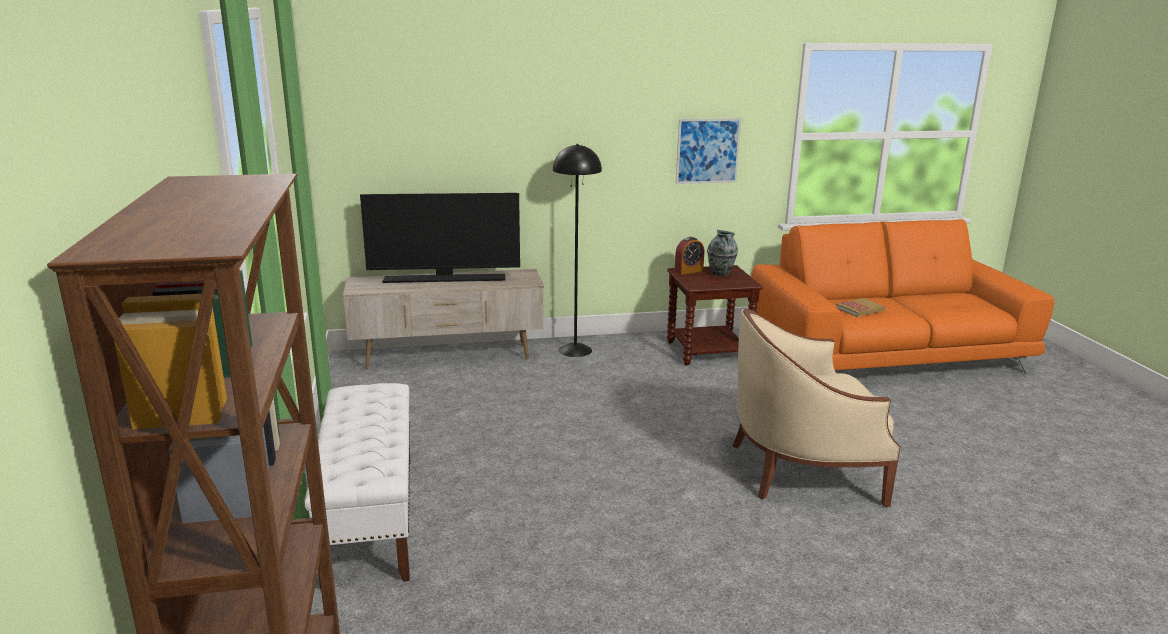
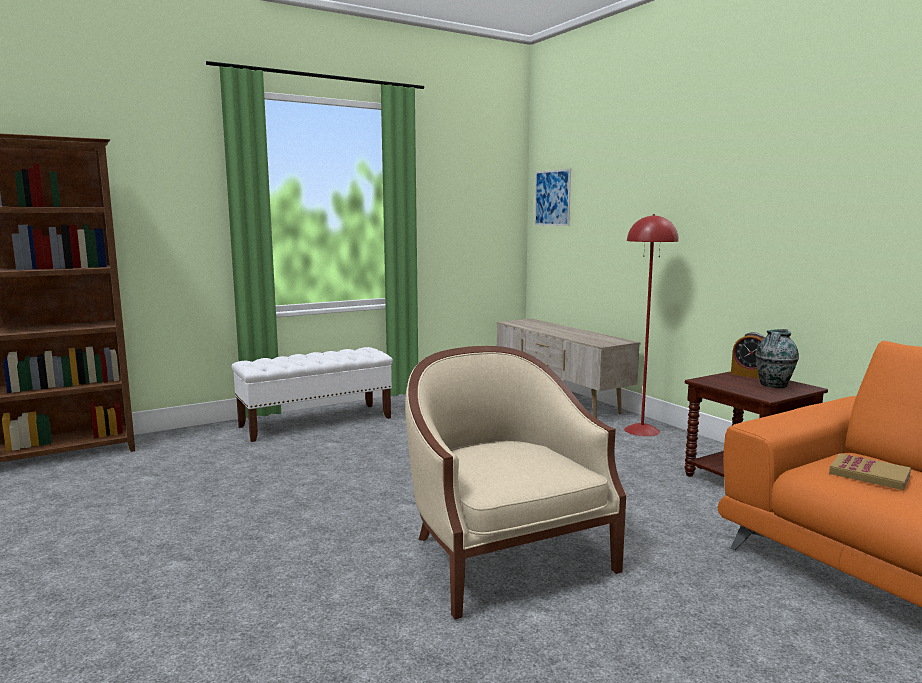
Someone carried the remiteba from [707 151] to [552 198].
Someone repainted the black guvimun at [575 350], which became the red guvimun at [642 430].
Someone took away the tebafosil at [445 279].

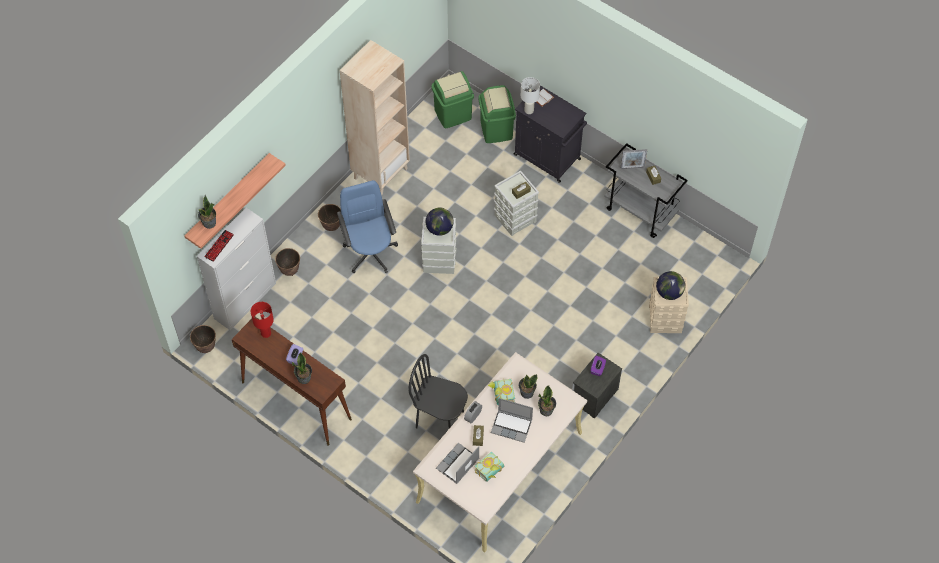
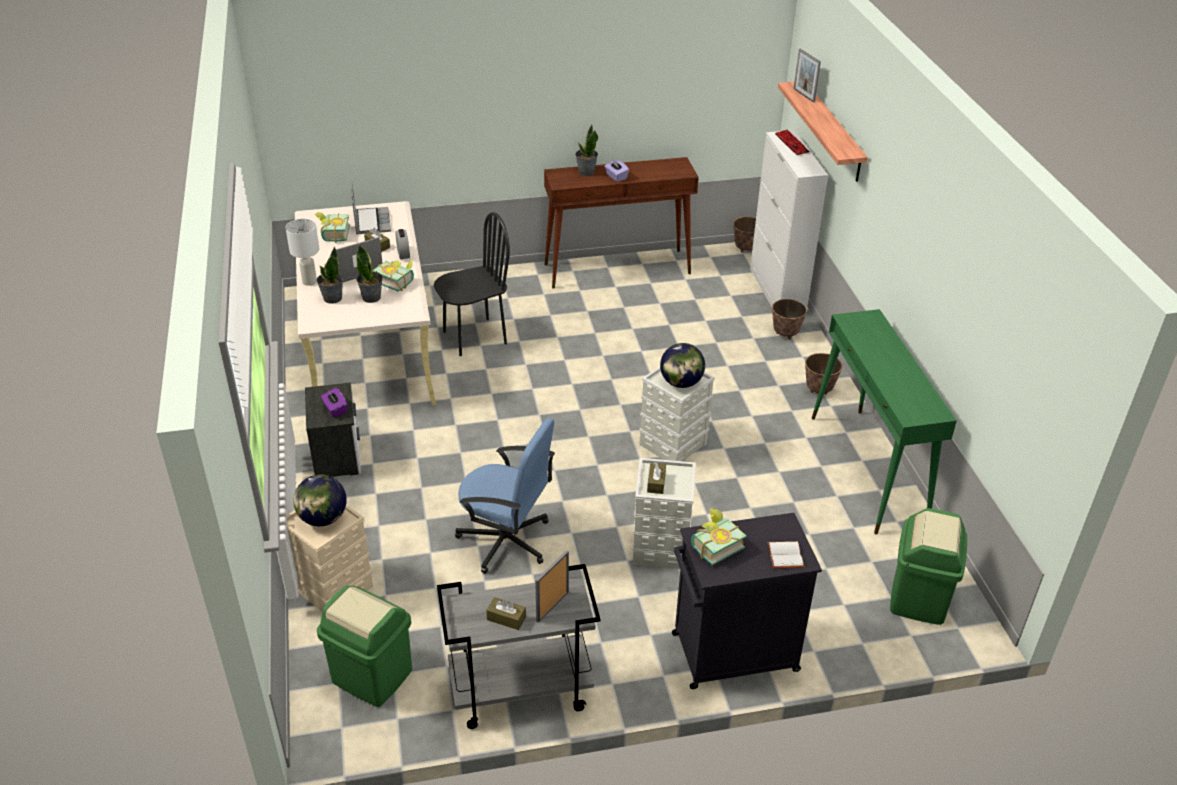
Someone swapped the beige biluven at [380 173] for the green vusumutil at [868 470].
Someone carried the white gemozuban from [529 110] to [309 281].
Someone carried the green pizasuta from [496 130] to [371 676].
Someone carried the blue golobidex from [370 252] to [506 541].
Someone swapped the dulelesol at [209 223] for the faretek at [804 95].
Someone took away the red gemozuban at [266 333].
Someone put down the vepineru at [714 545].

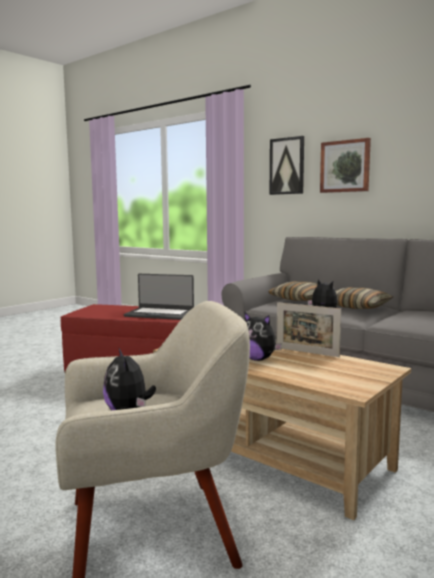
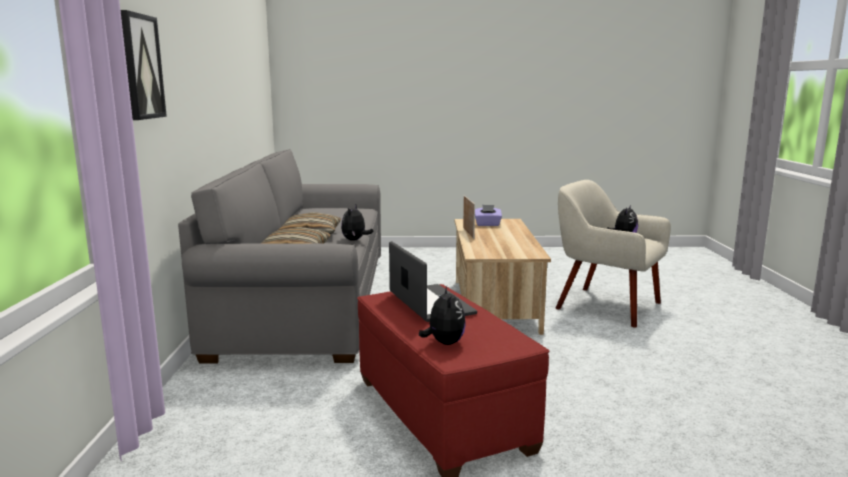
Someone took away the remiteba at [345 166].
Someone carried the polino from [258 359] to [444 343].
Someone put down the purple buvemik at [487 224].

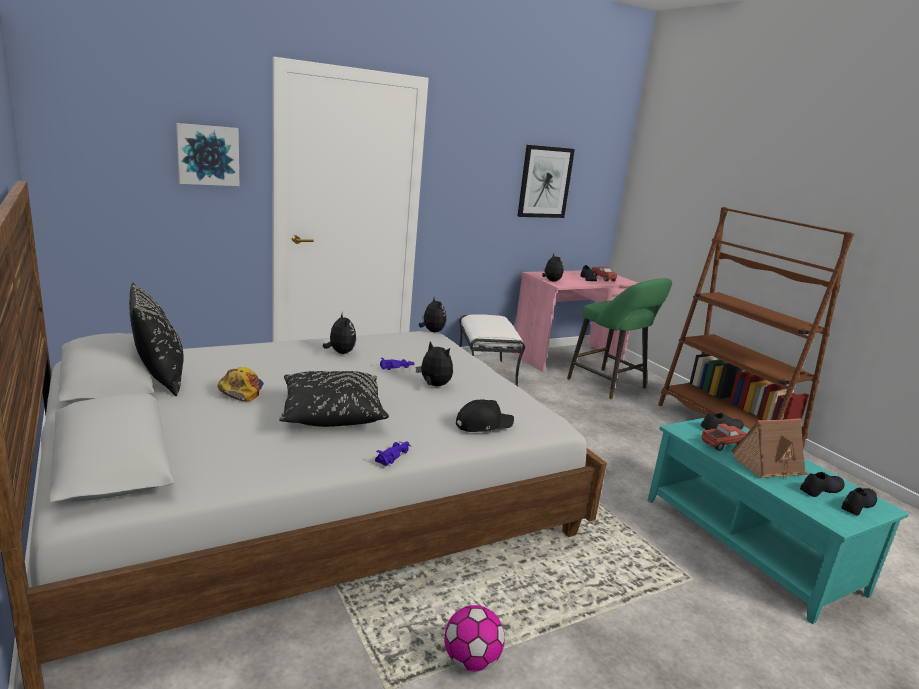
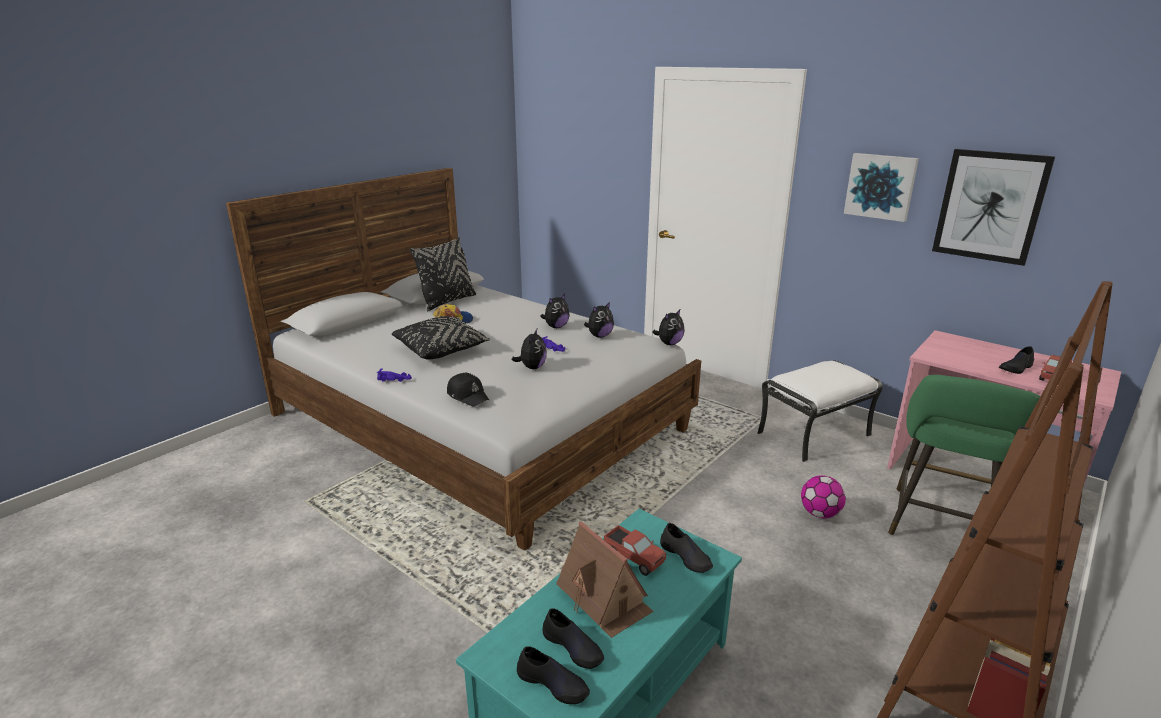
Someone carried the remiteba from [208 155] to [880 186].
Someone carried the polino from [551 281] to [599 336].
Someone carried the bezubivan from [471 660] to [820 514].

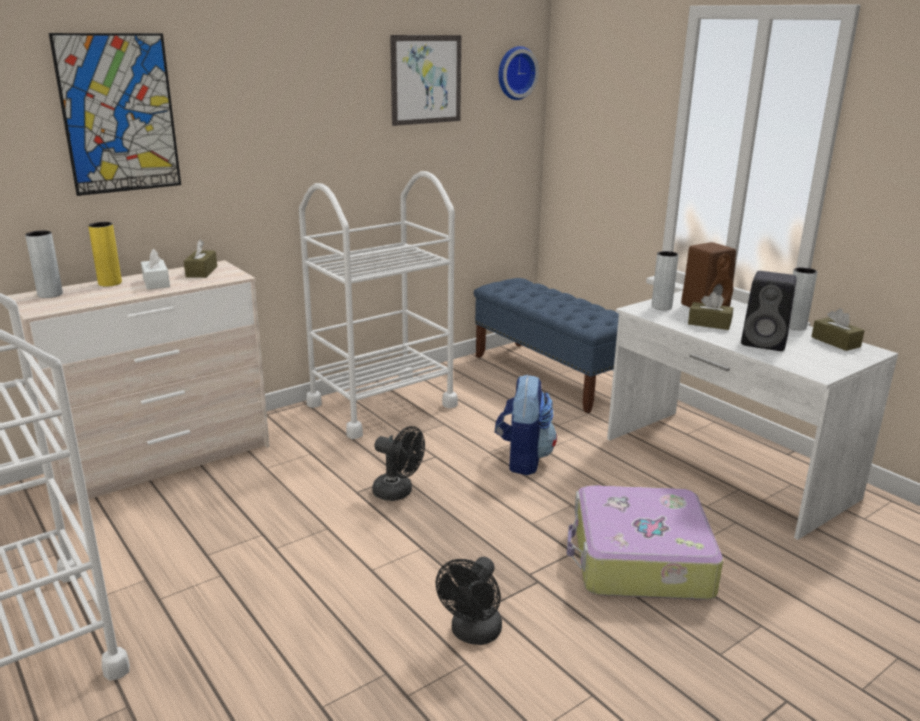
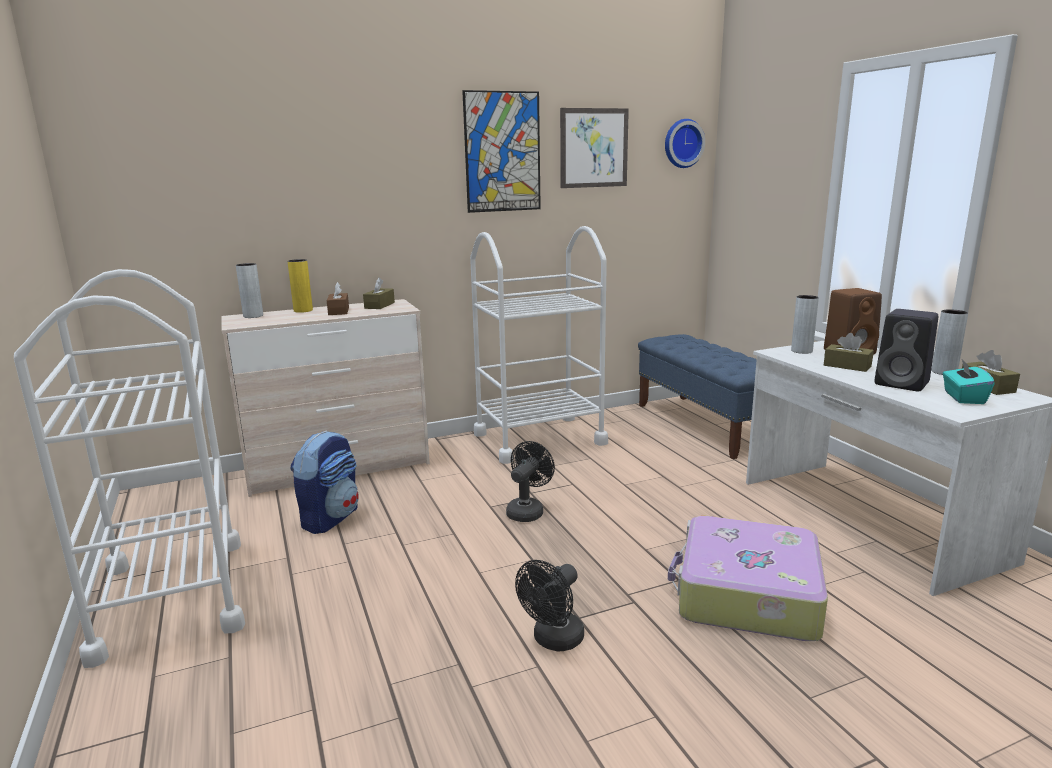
Someone carried the remiteba from [119 114] to [502 152].
Someone repainted the white buvemik at [156 282], which became the brown buvemik at [338 311].
Someone carried the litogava from [523 459] to [330 518].
Someone rotated the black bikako at [398 493] by 105 degrees counterclockwise.
Someone put down the turquoise buvemik at [963 398].

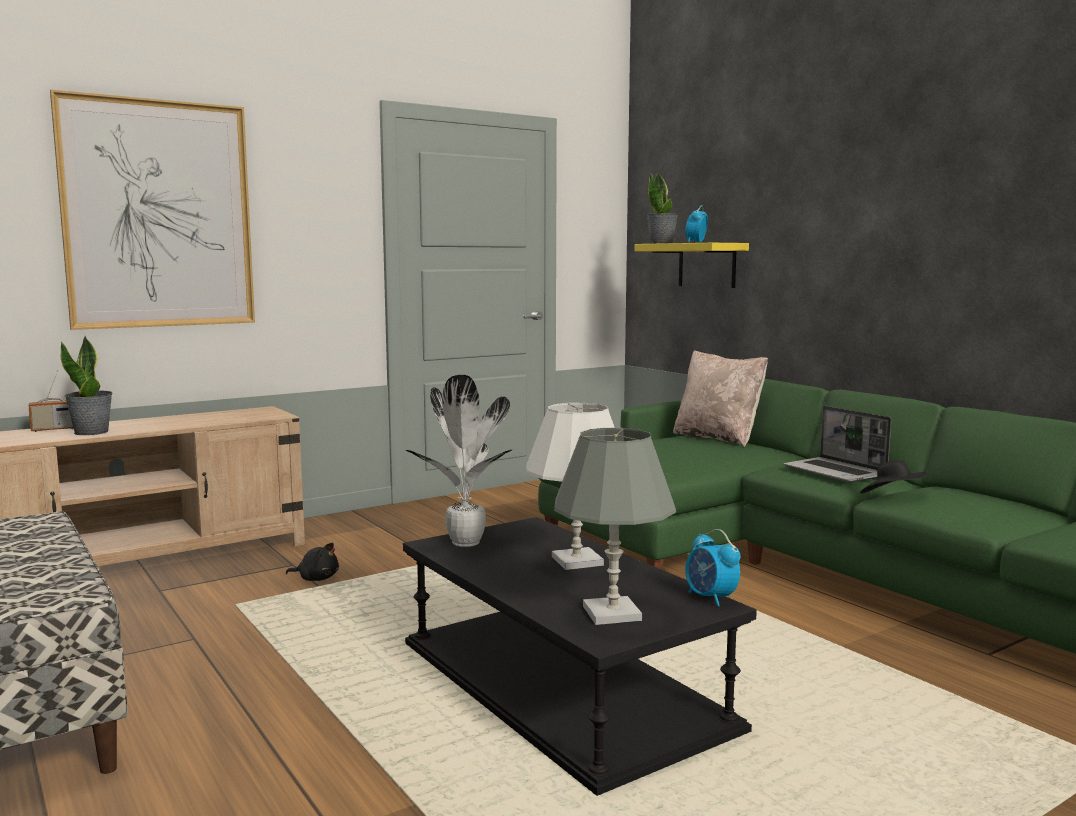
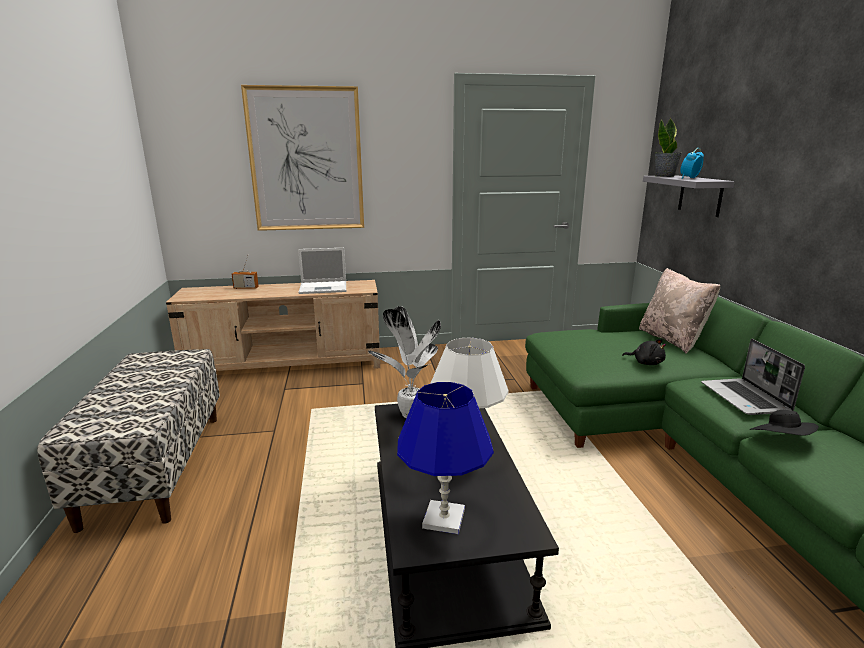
Someone repainted the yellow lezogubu at [707 265], which became the grey lezogubu at [700 195].
Someone took away the dulelesol at [92 432].
Someone repainted the grey gemozuban at [612 613], which became the blue gemozuban at [444 519].
Someone took away the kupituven at [710 598].
Someone carried the black polino from [316 578] to [646 363].
Someone put down the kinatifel at [324 288].

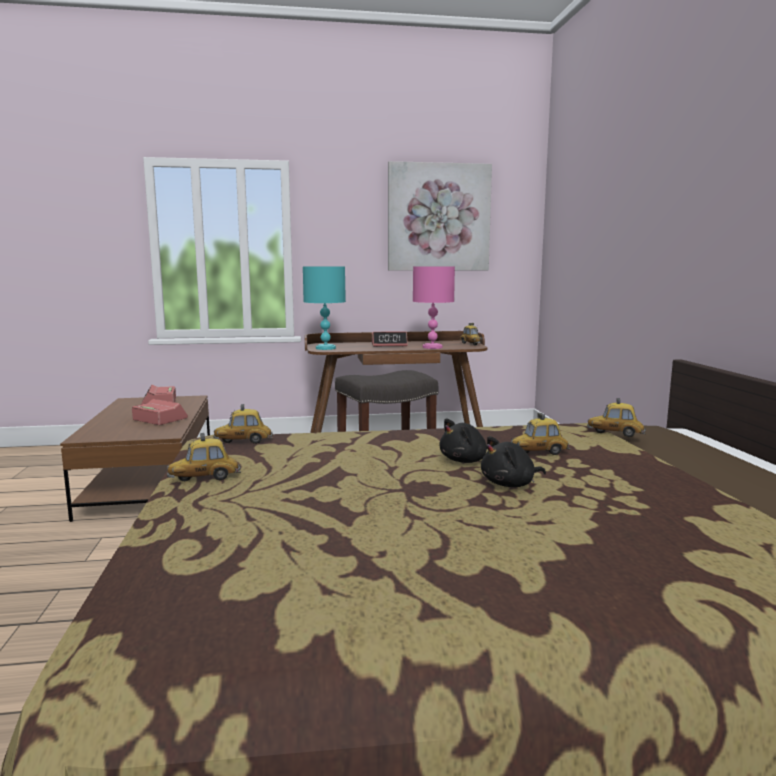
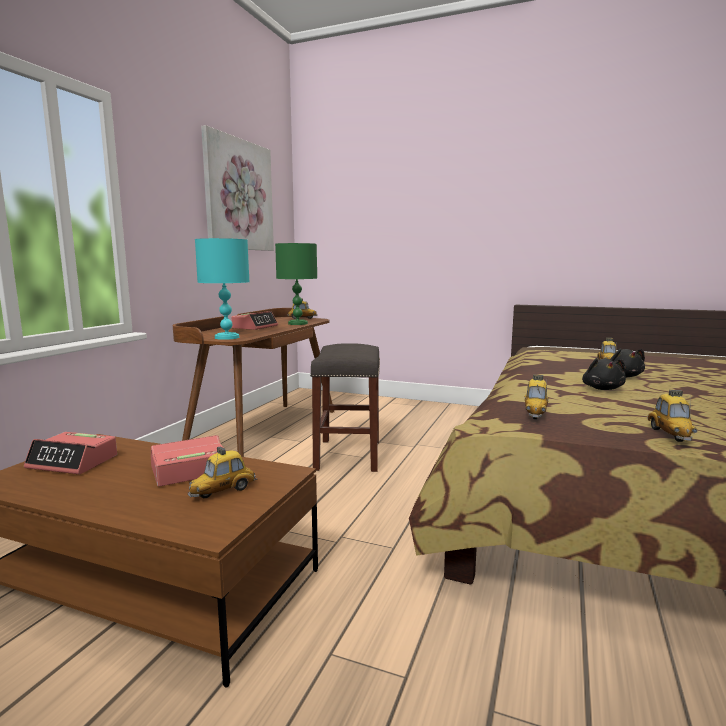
Someone repainted the pink gemozuban at [432 347], which became the green gemozuban at [298 323].
Someone carried the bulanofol from [615 434] to [223 491].
Someone carried the black polino from [510 484] to [602 389].

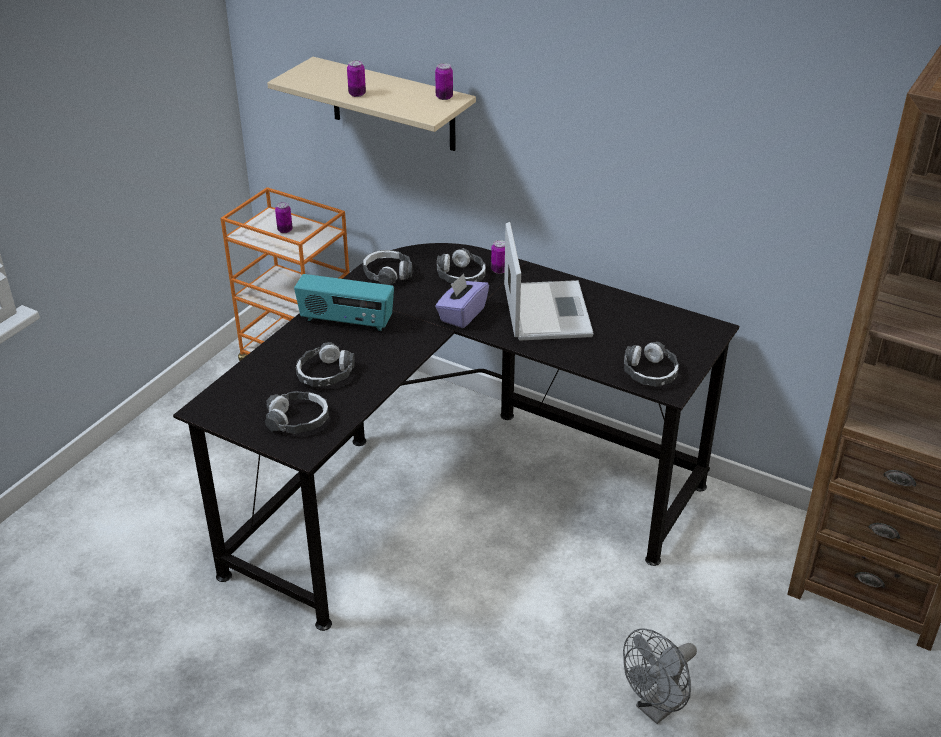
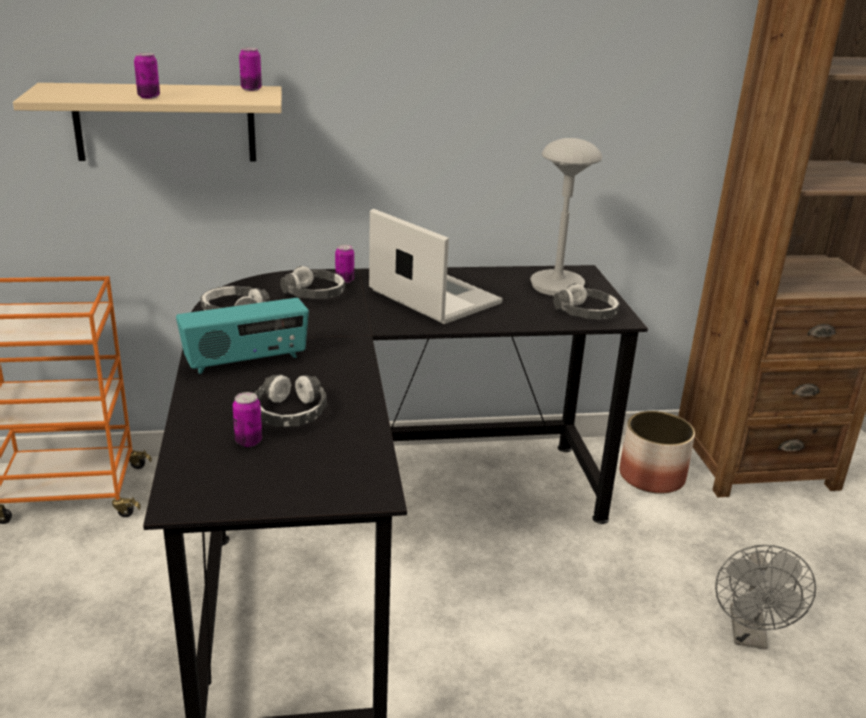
Someone carried the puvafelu from [285 230] to [248 441].
Someone took away the purple buvemik at [462 315].
Someone took away the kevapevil at [298 420].
Someone put down the grey gemozuban at [557 285].
Someone put down the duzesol at [651 476].

